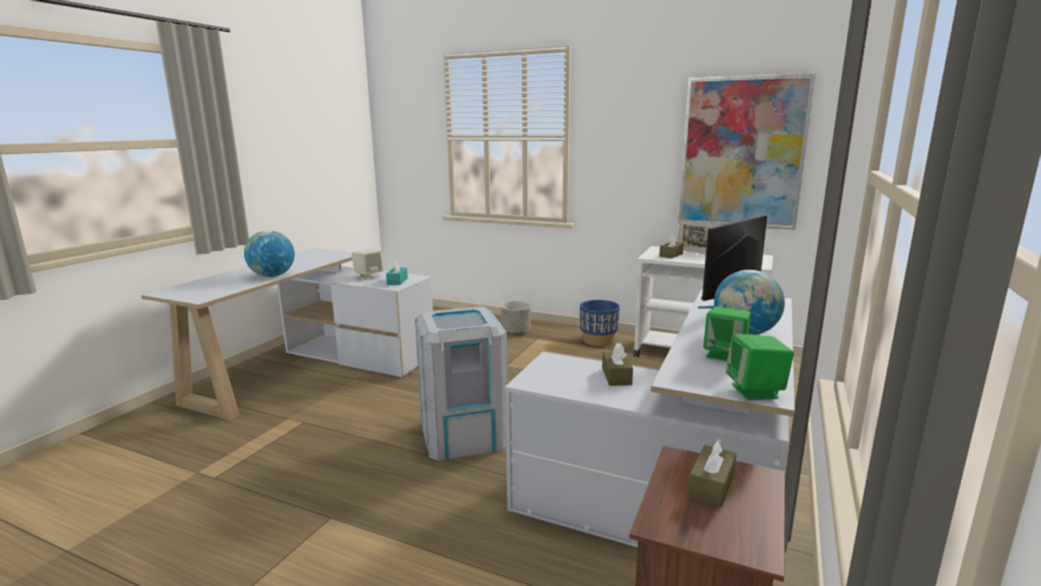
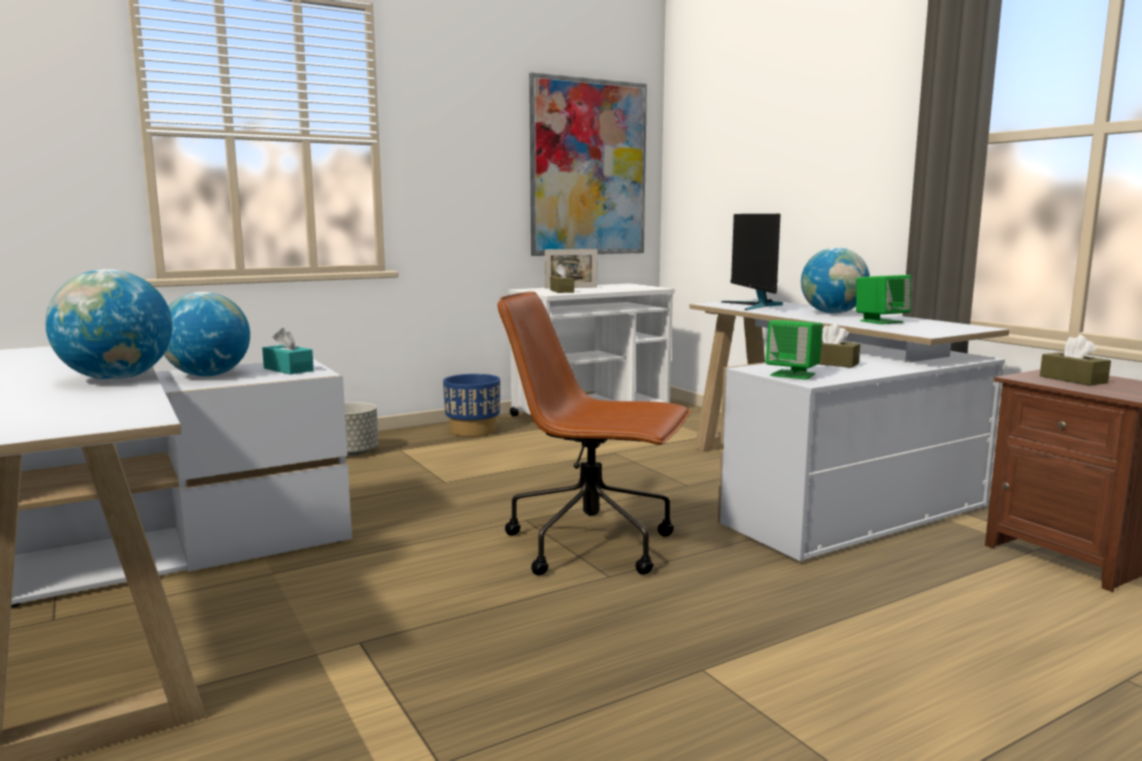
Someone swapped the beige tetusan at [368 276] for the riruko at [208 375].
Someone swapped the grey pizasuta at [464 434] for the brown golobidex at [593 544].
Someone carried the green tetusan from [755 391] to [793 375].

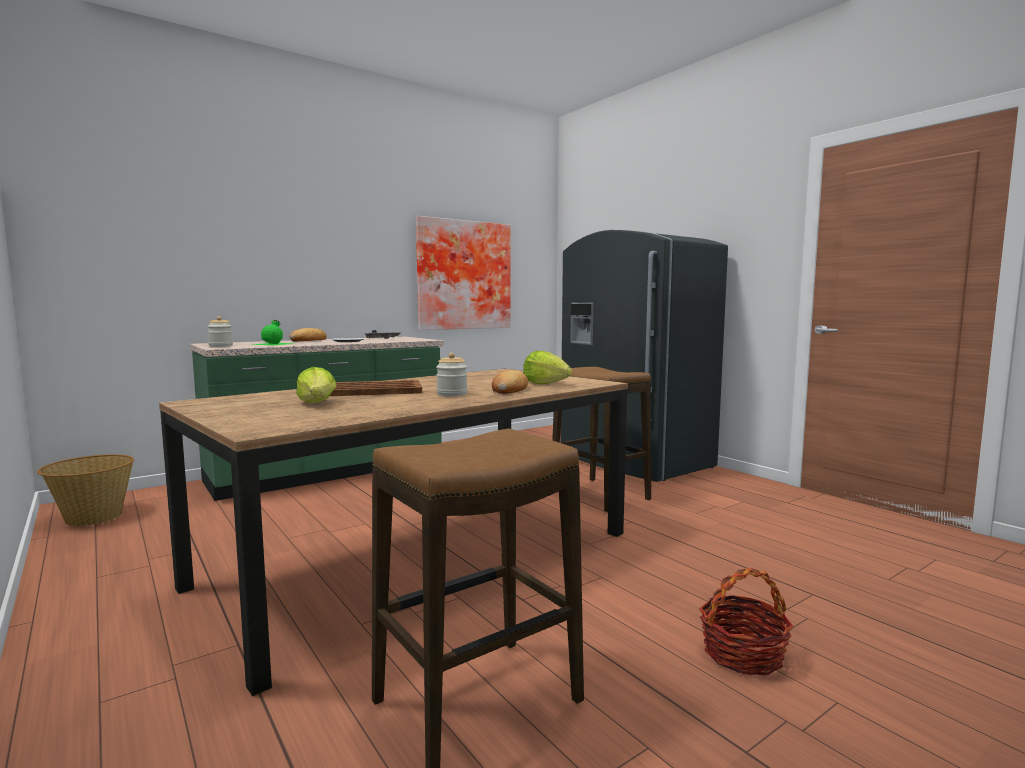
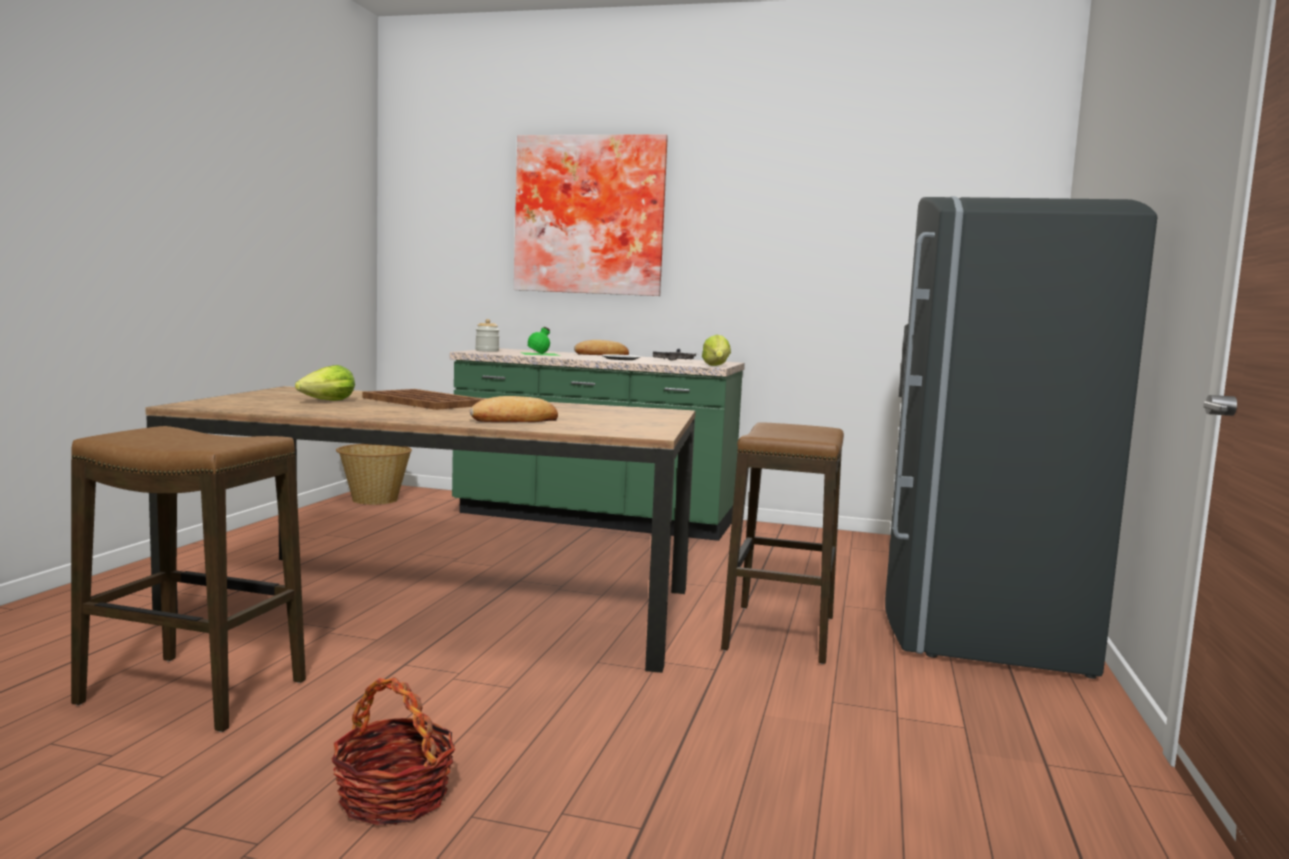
Someone carried the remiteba from [463 275] to [590 215].
Someone carried the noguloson from [545 384] to [716 366].
Someone took away the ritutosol at [452 394].

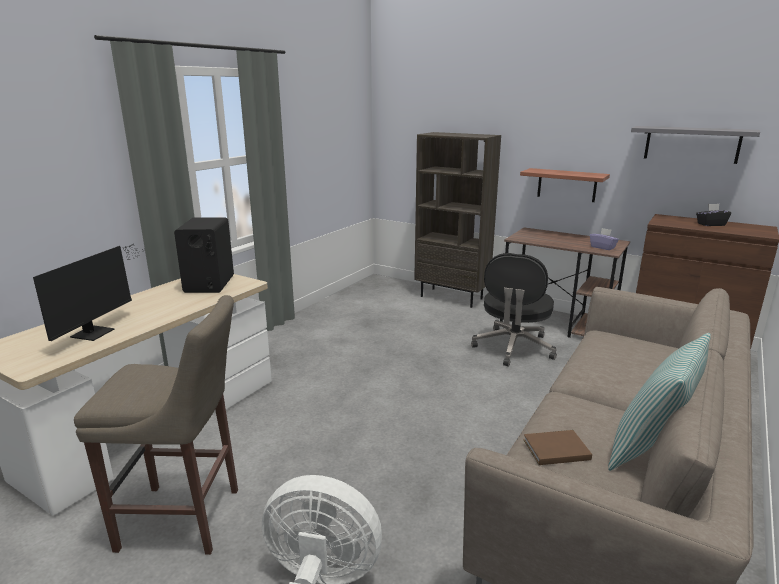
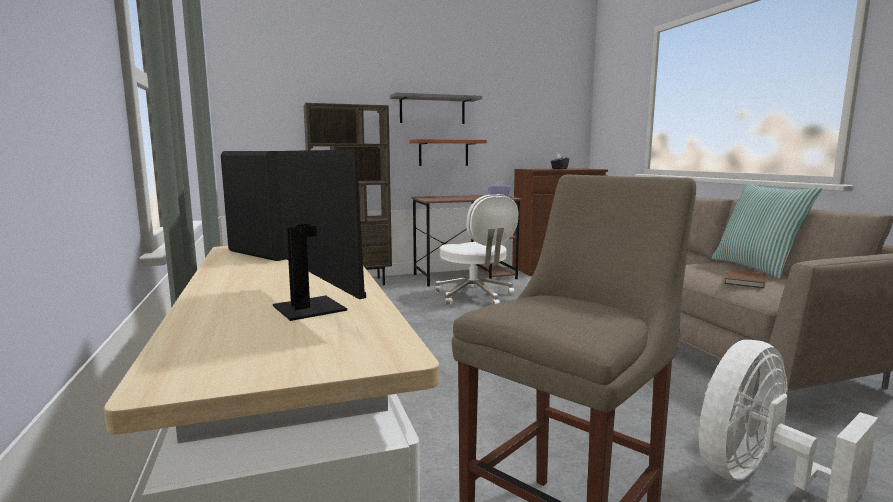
Someone carried the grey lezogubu from [691 144] to [432 110].
Someone repainted the black golobidex at [513 348], which became the white golobidex at [475 296].

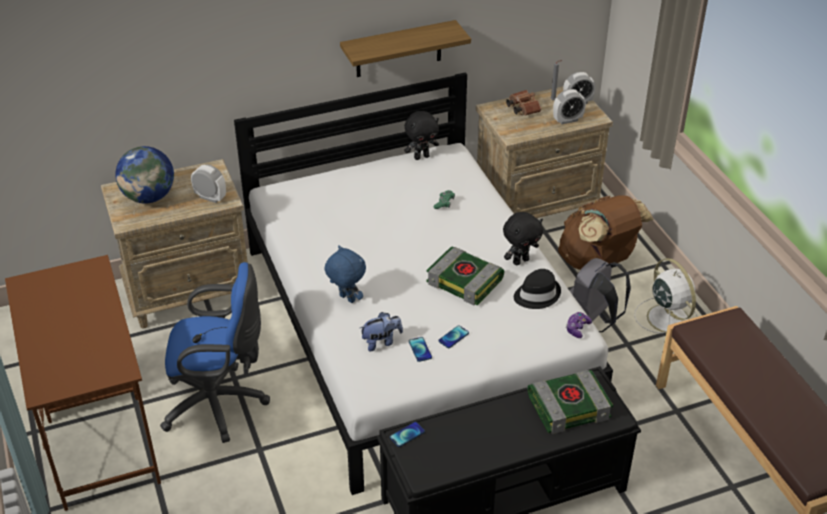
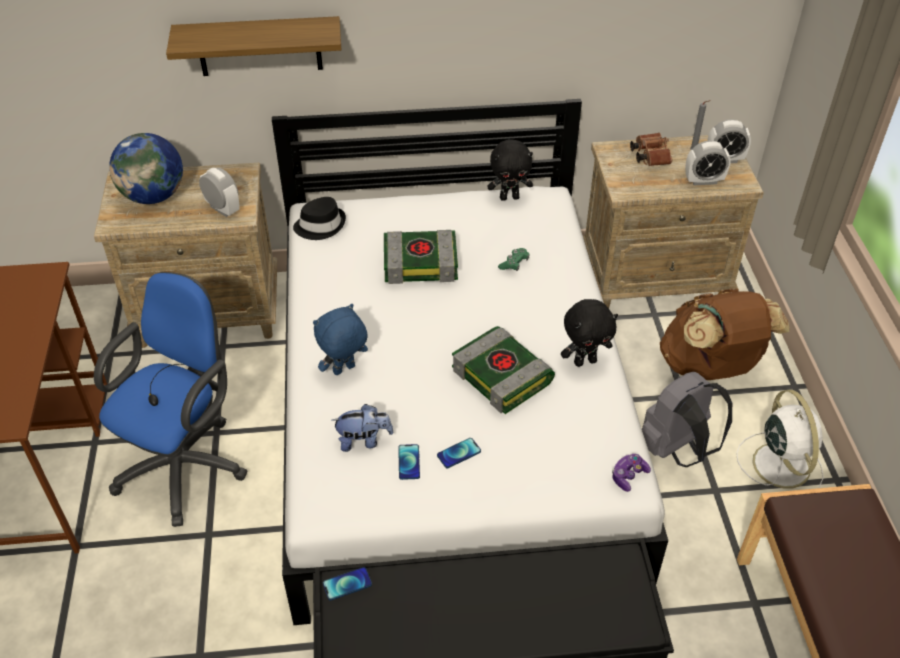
Someone carried the lezogubu from [398 49] to [259 46].
Someone rotated the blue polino at [346 299] by 90 degrees counterclockwise.
Someone rotated the blue golobidex at [220 404] by 75 degrees counterclockwise.
Someone carried the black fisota from [536 295] to [320 225].
Someone carried the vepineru from [569 406] to [421 262].

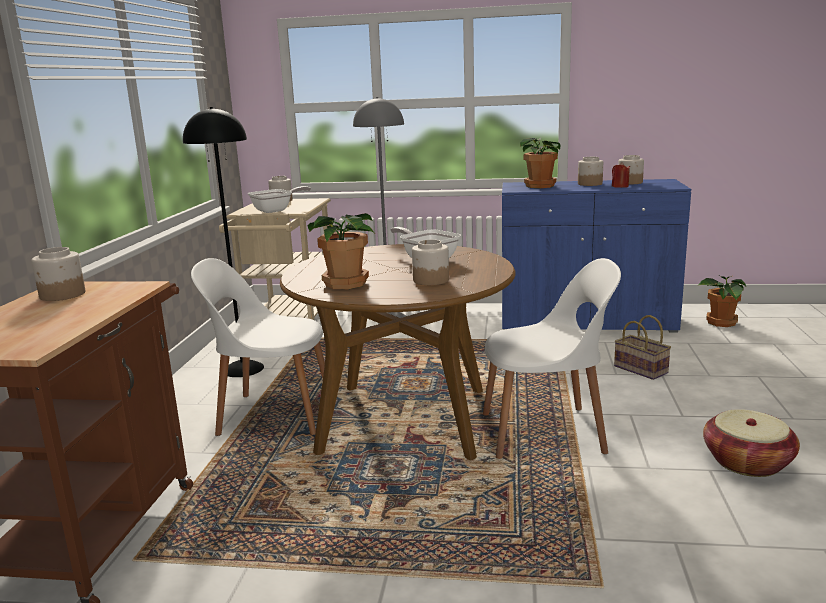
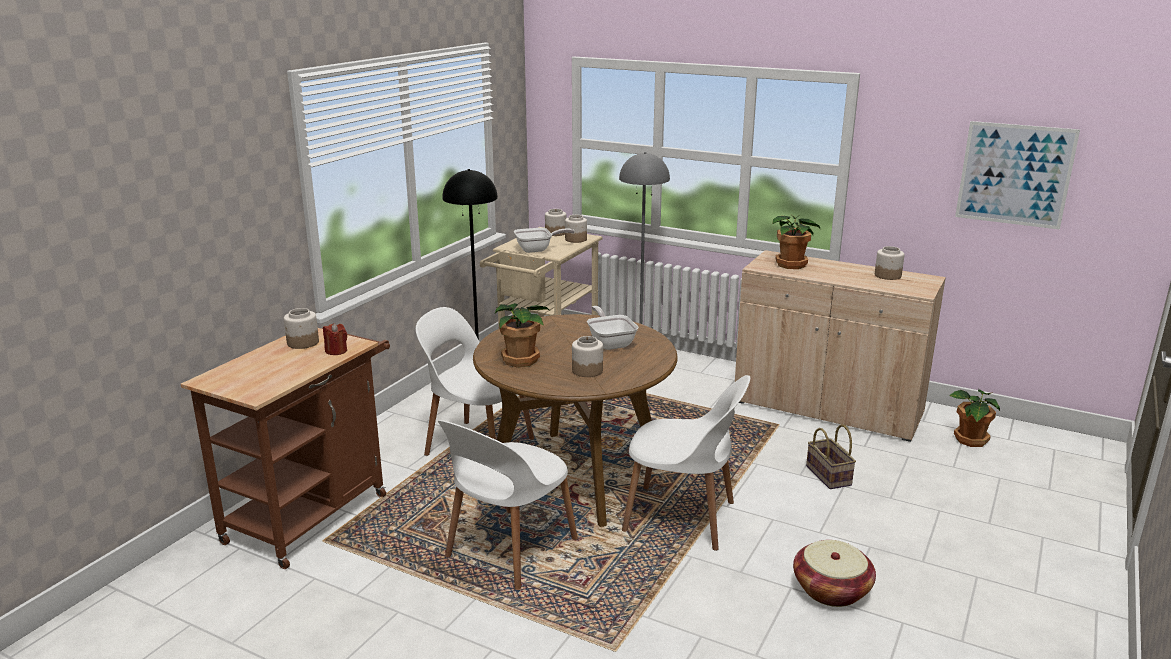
Someone carried the ritutosol from [589 184] to [575 239].
Someone carried the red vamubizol from [620 186] to [336 351].
Someone repainted the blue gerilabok at [586 321], which became the beige gerilabok at [827 408].
Someone put up the remiteba at [1015 174].
Someone put down the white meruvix at [509 550].

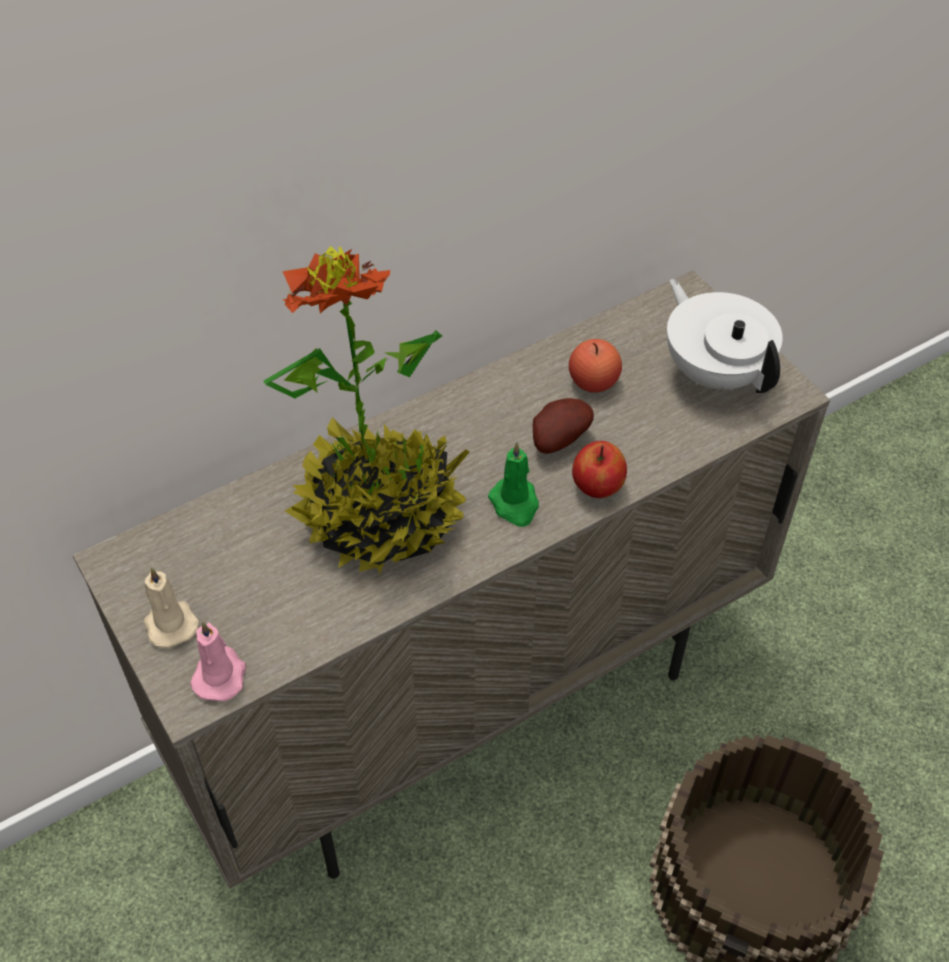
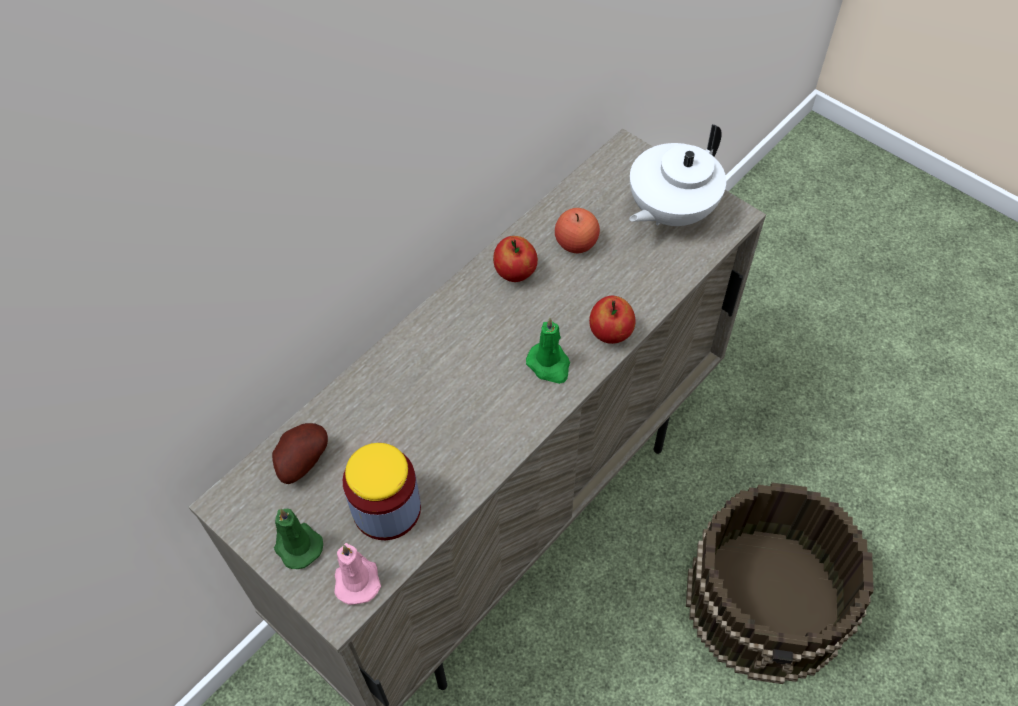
Someone took away the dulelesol at [381 514].
Someone rotated the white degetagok at [715 371] by 90 degrees counterclockwise.
Someone carried the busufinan from [557 439] to [301 461].
Someone repainted the beige vamubizol at [170 623], which became the green vamubizol at [297 544].
Someone put down the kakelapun at [515 273].
Someone put down the ritutosol at [386 509].

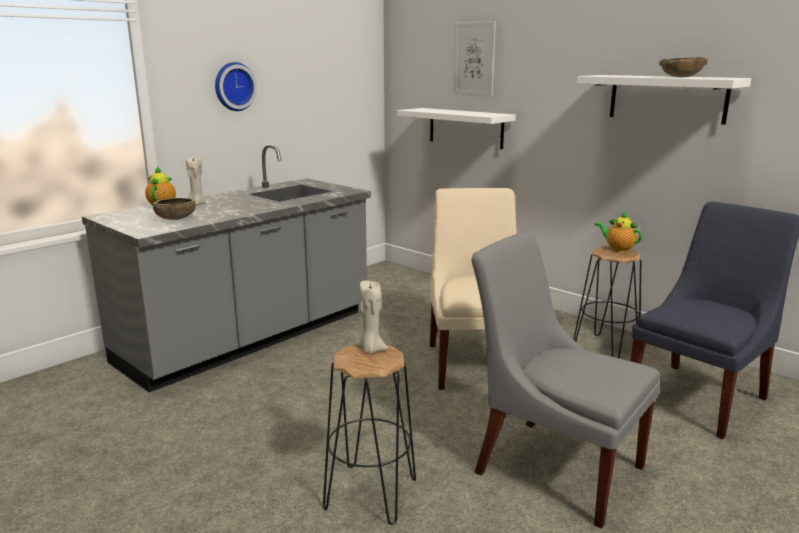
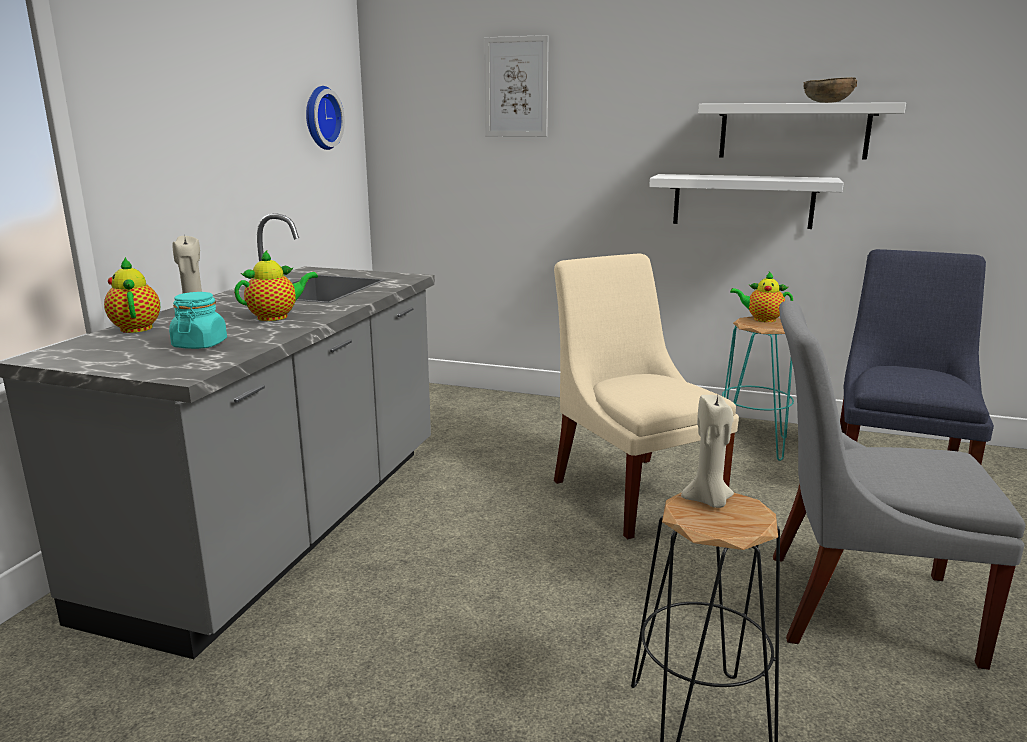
Someone carried the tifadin from [233 86] to [320 118].
Someone carried the white lezogubu from [465 128] to [743 201].
Someone swapped the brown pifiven at [176 218] for the turquoise ritutosol at [200 344].
Someone repainted the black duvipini at [606 349], which became the turquoise duvipini at [752 444].
Someone put down the degetagok at [276 317].

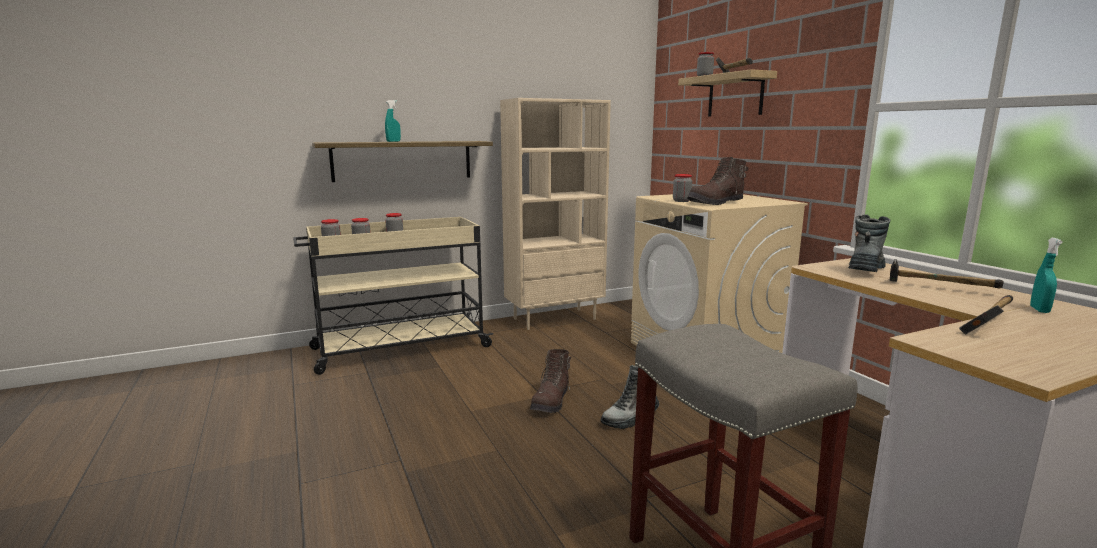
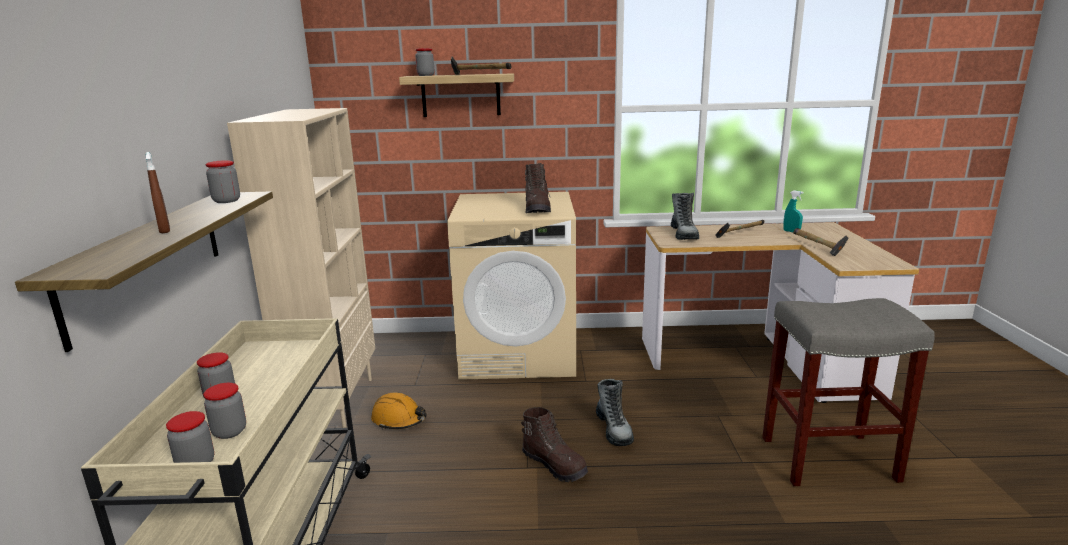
Someone repainted the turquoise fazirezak at [393 141], which became the brown fazirezak at [164 230].
Someone carried the ritutosol from [681 201] to [226 201].
Someone rotated the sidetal at [865 269] by 150 degrees counterclockwise.
Someone put down the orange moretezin at [399 420].

